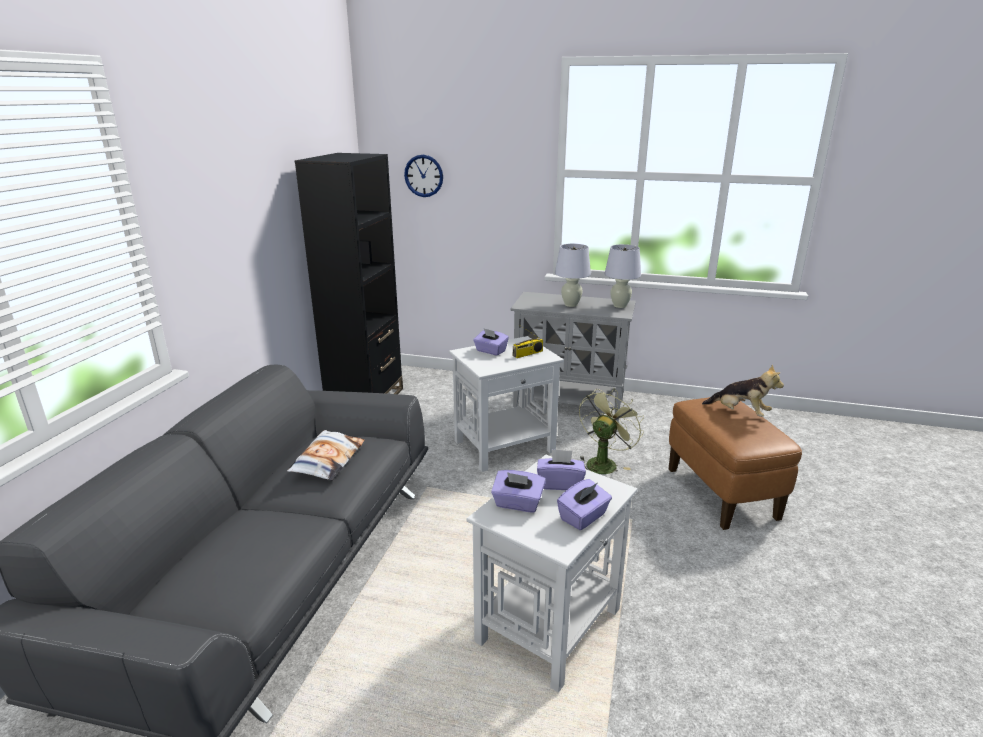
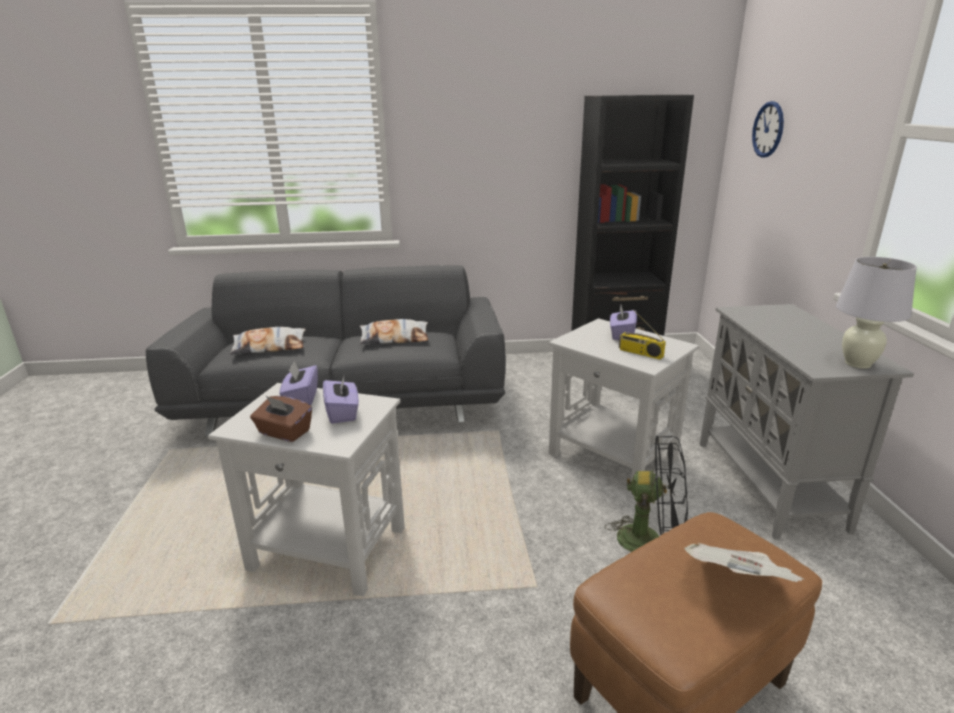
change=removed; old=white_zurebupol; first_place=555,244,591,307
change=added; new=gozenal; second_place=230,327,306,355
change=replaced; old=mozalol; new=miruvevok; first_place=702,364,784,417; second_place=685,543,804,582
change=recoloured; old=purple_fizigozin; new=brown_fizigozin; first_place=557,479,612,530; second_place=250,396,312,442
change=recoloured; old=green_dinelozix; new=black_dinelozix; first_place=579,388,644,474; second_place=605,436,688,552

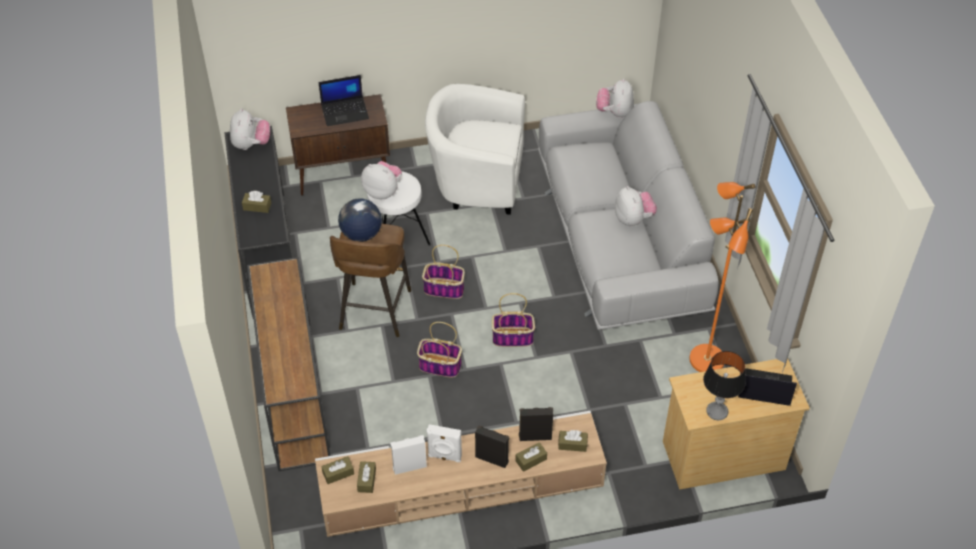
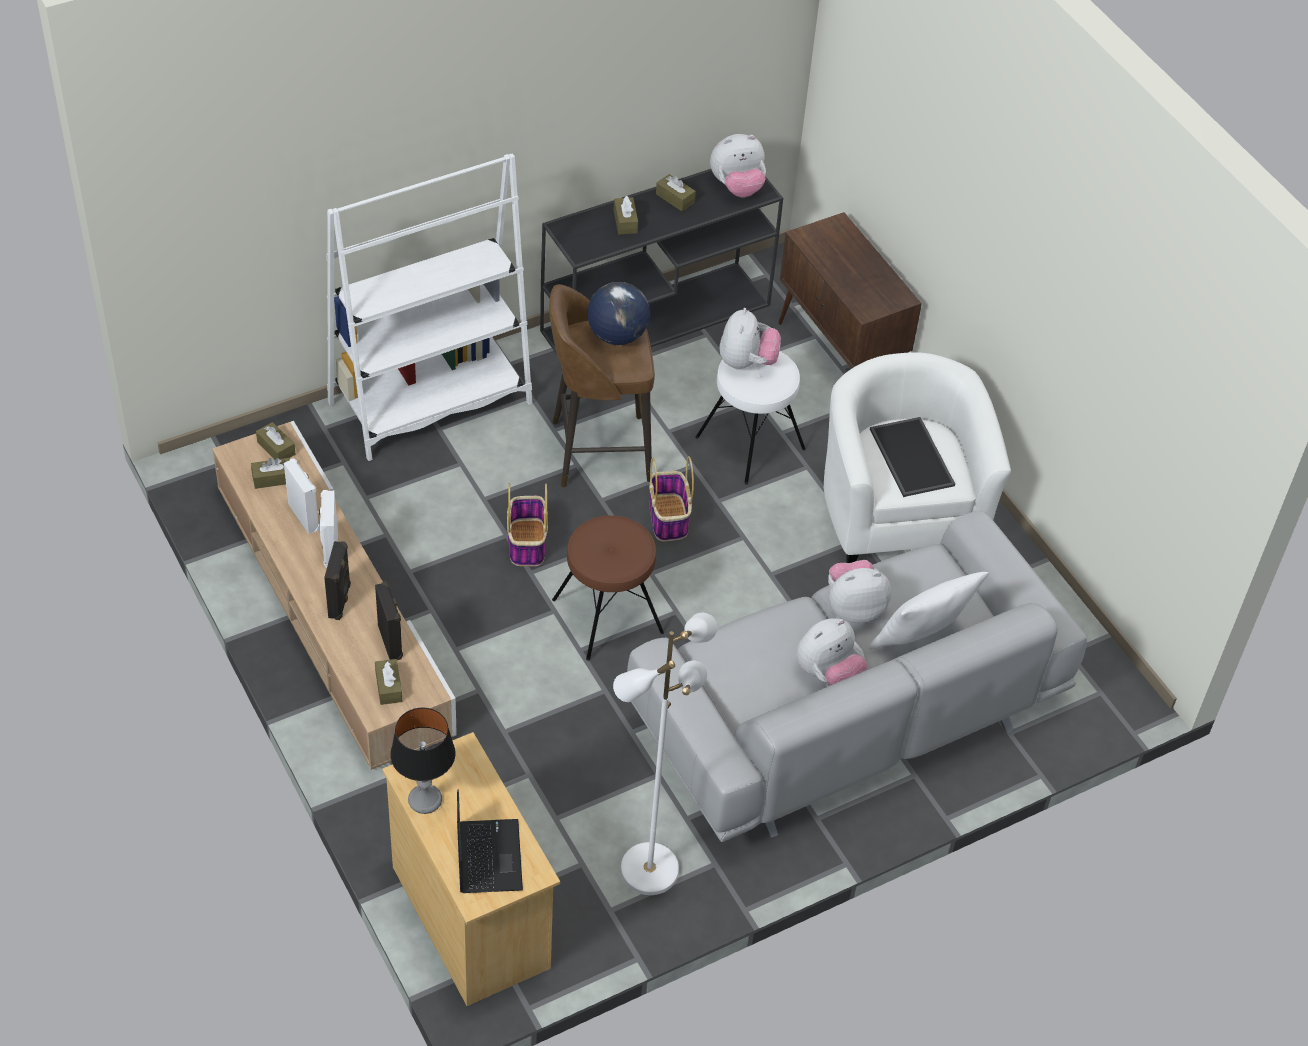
change=removed; old=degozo; first_place=318,75,369,126
change=added; new=white_gozenal; second_place=869,572,989,649
change=added; new=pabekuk; second_place=870,417,955,497
change=moved; old=brown_fizigozin; first_place=515,442,547,472; second_place=656,174,696,211
change=moved; old=mozalol; first_place=596,79,634,118; second_place=828,560,891,624
change=replaced; old=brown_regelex; new=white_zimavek; first_place=247,257,330,471; second_place=327,154,532,461
change=replaced; old=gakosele; new=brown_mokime; first_place=492,293,535,347; second_place=552,515,664,661
change=recoloured; old=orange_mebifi; new=white_mebifi; first_place=689,182,756,372; second_place=613,613,717,895

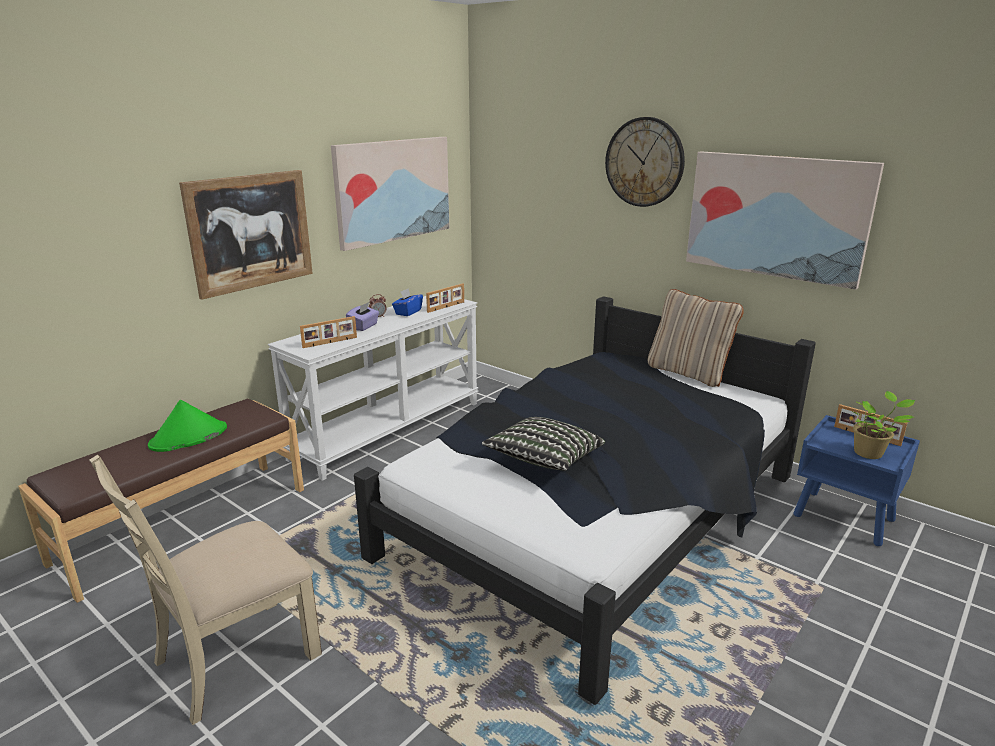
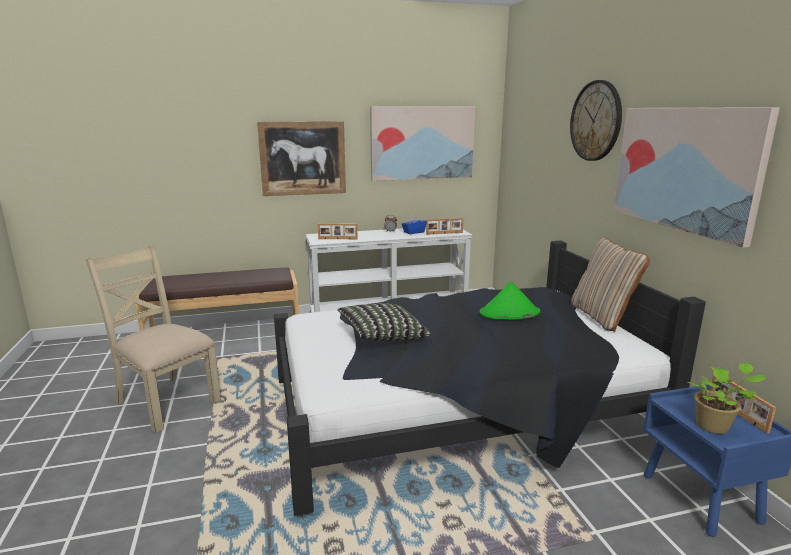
change=removed; old=purple_fizigozin; first_place=346,302,379,331
change=moved; old=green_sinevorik; first_place=148,400,227,452; second_place=480,281,540,319
change=turned; old=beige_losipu; first_place=89,455,322,725; second_place=86,245,221,433; degrees=45

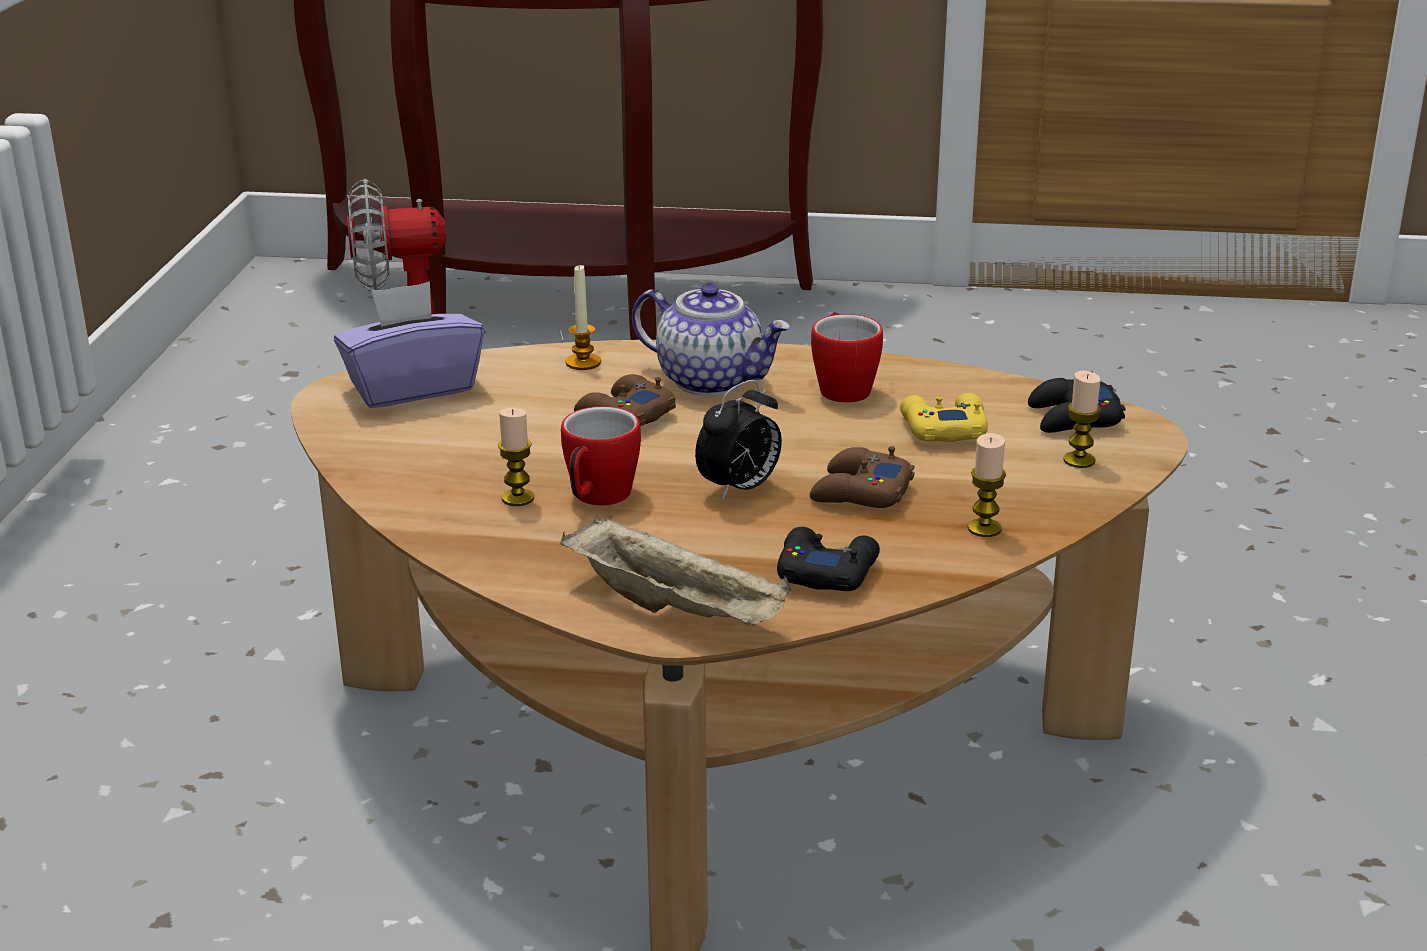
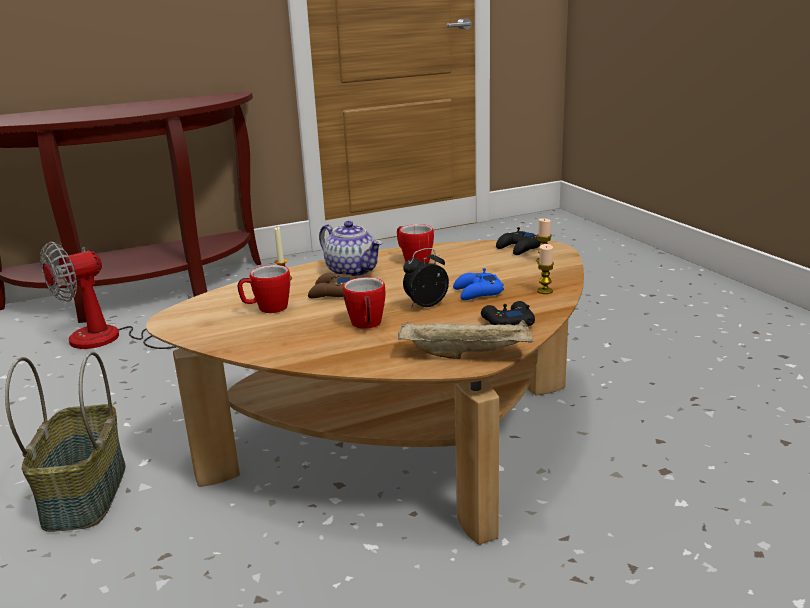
change=removed; old=purple_fizigozin; first_place=334,282,484,408
change=removed; old=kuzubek; first_place=498,408,534,506
change=removed; old=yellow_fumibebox; first_place=900,393,988,442
change=added; new=gakosele; second_place=5,352,126,532
change=added; new=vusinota; second_place=238,265,290,313
change=recoloured; old=brown_fumibebox; new=blue_fumibebox; first_place=810,446,915,508; second_place=453,268,504,300
change=turned; old=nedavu; first_place=632,283,791,396; second_place=319,221,382,277; degrees=45
change=turned; old=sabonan; first_place=695,380,782,501; second_place=403,248,449,308; degrees=-135

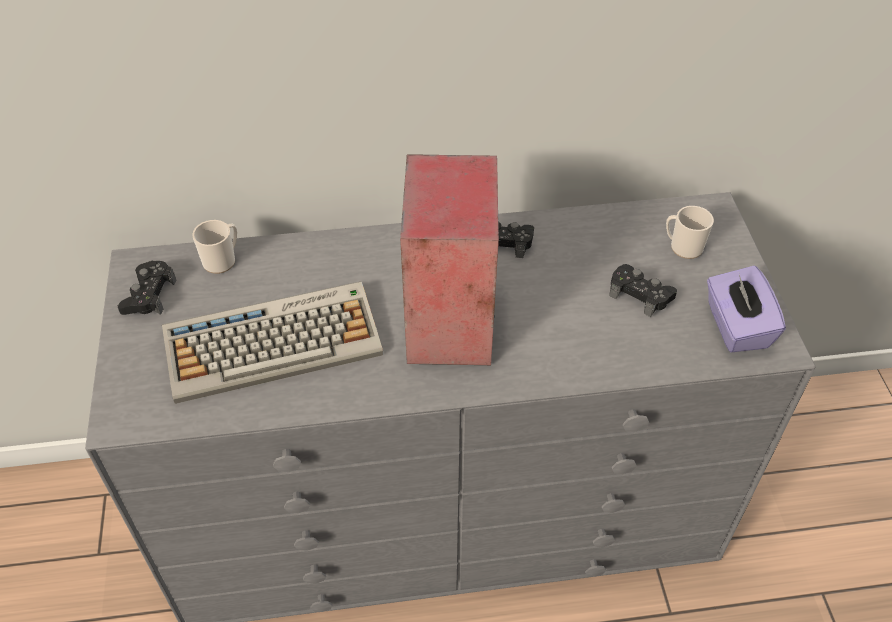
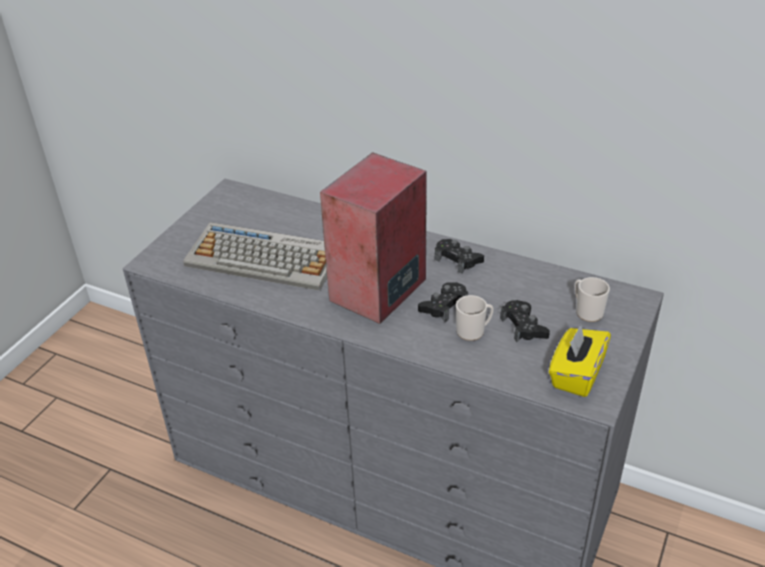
change=moved; old=black_fumibebox; first_place=117,261,176,315; second_place=418,282,468,322
change=moved; old=vusinota; first_place=192,220,237,274; second_place=456,295,494,341
change=recoloured; old=purple_fizigozin; new=yellow_fizigozin; first_place=707,265,786,352; second_place=549,325,611,397

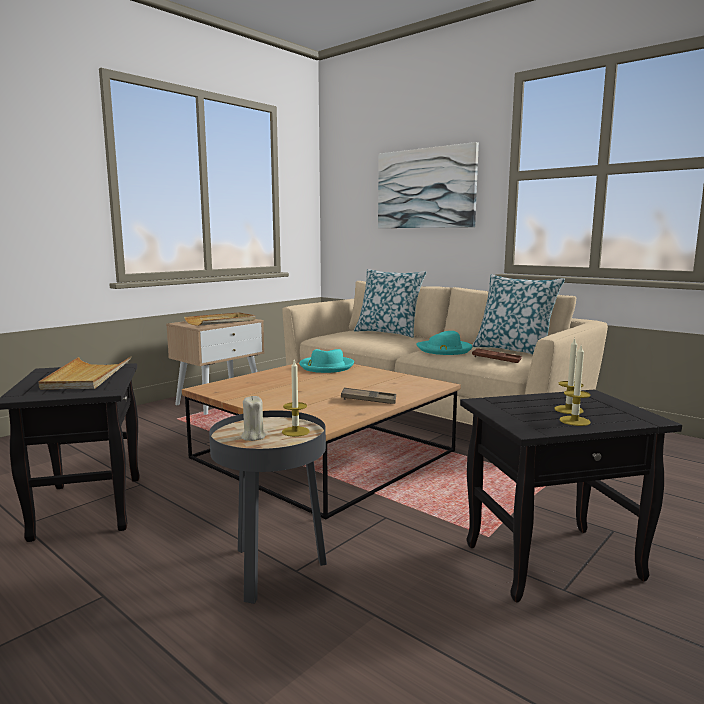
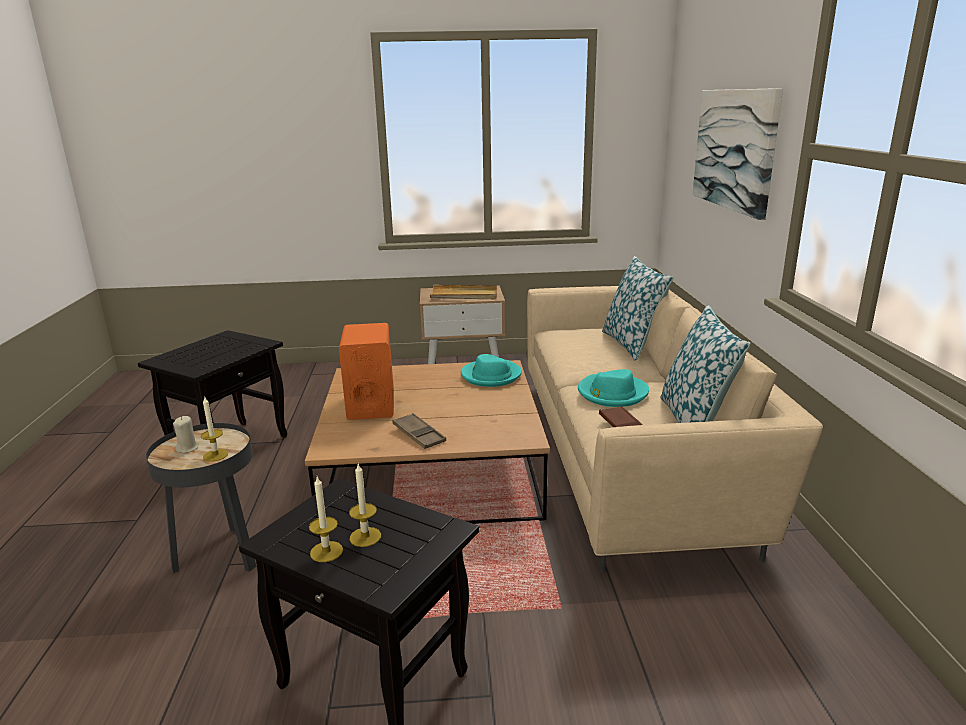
change=removed; old=beige_pabekuk; first_place=38,356,132,390
change=added; new=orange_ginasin; second_place=339,323,394,420

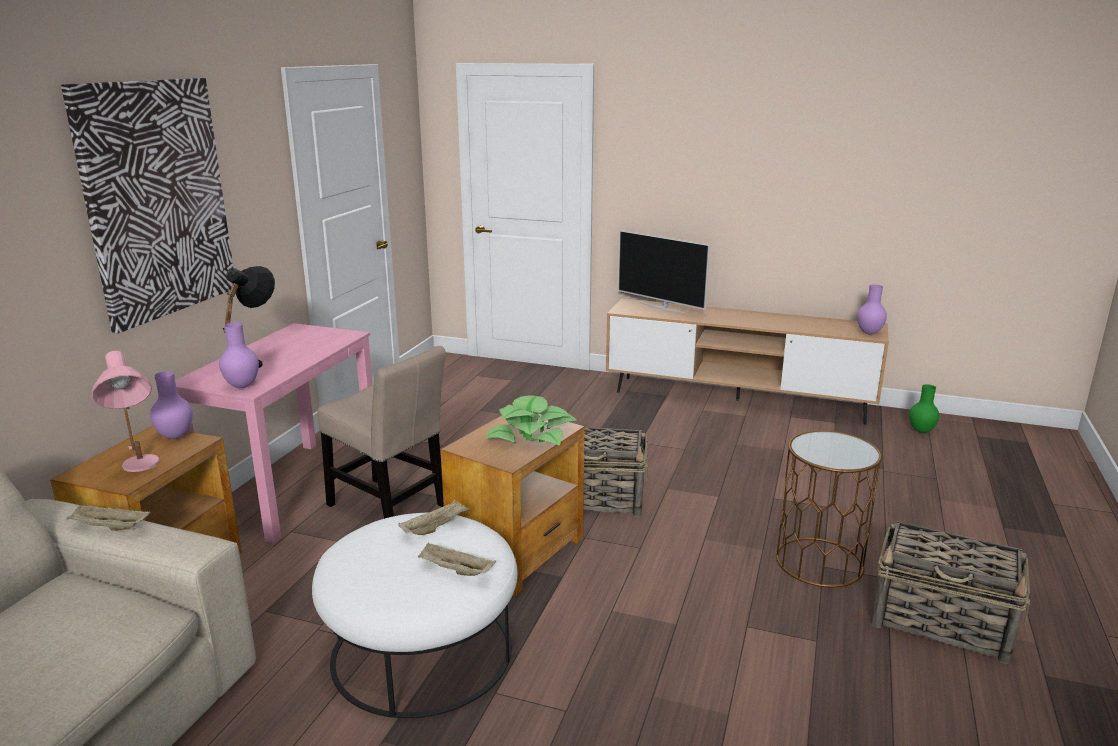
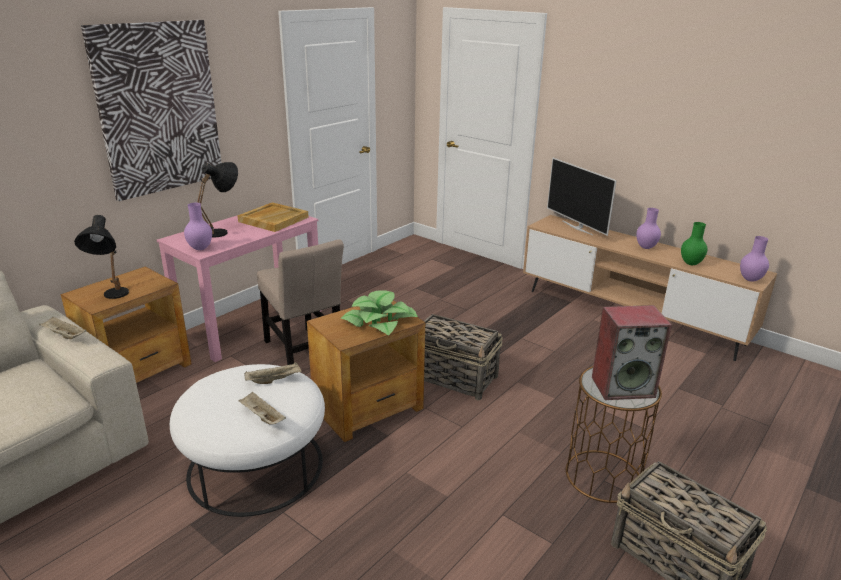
change=added; new=beige_pabekuk; second_place=237,202,309,232
change=added; new=ginasin; second_place=592,305,672,400
change=moved; old=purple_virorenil; first_place=150,371,193,439; second_place=636,208,661,249
change=moved; old=green_virorenil; first_place=909,384,939,433; second_place=681,222,708,265
change=recoloured; old=pink_zurebupol; new=black_zurebupol; first_place=91,351,159,472; second_place=74,215,129,299

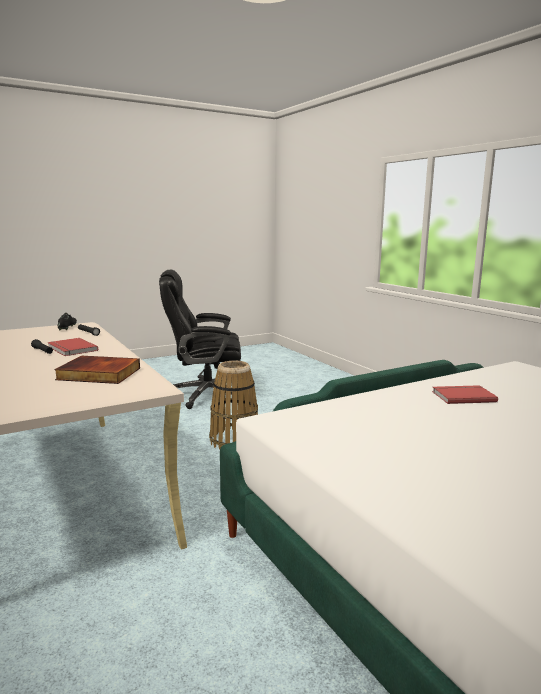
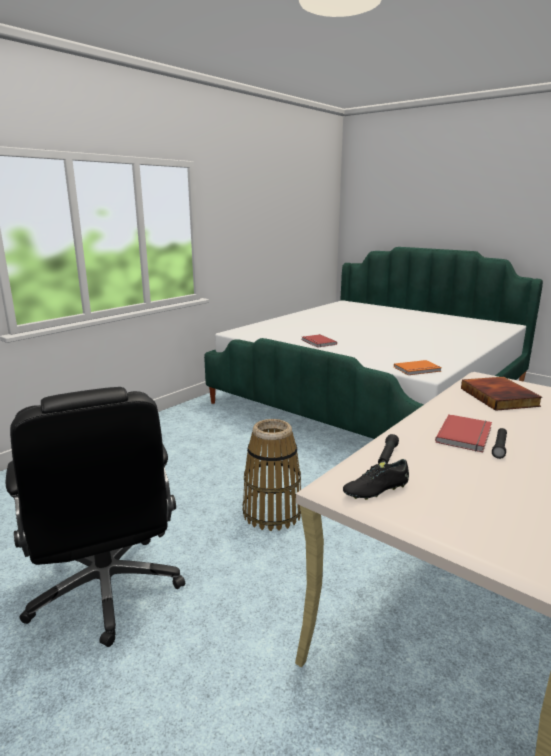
change=added; new=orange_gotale; second_place=394,360,442,375

